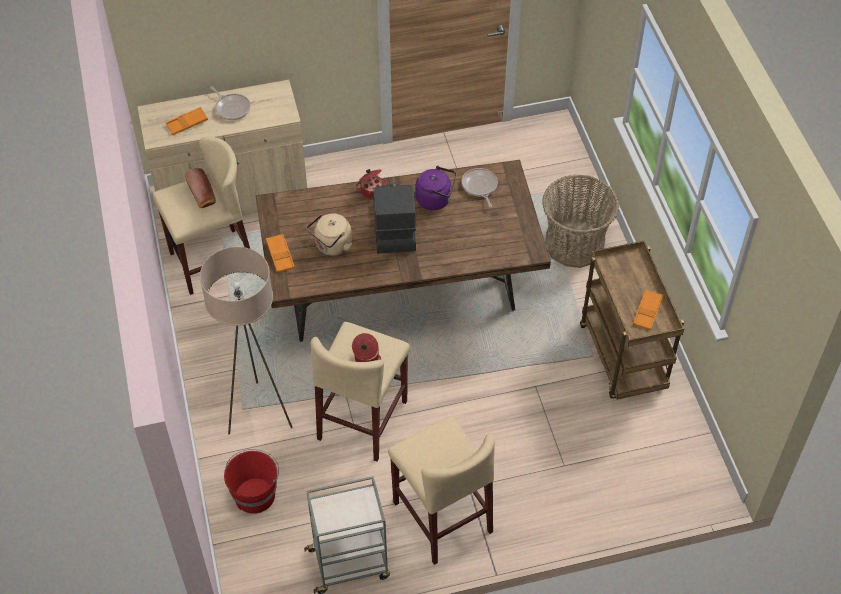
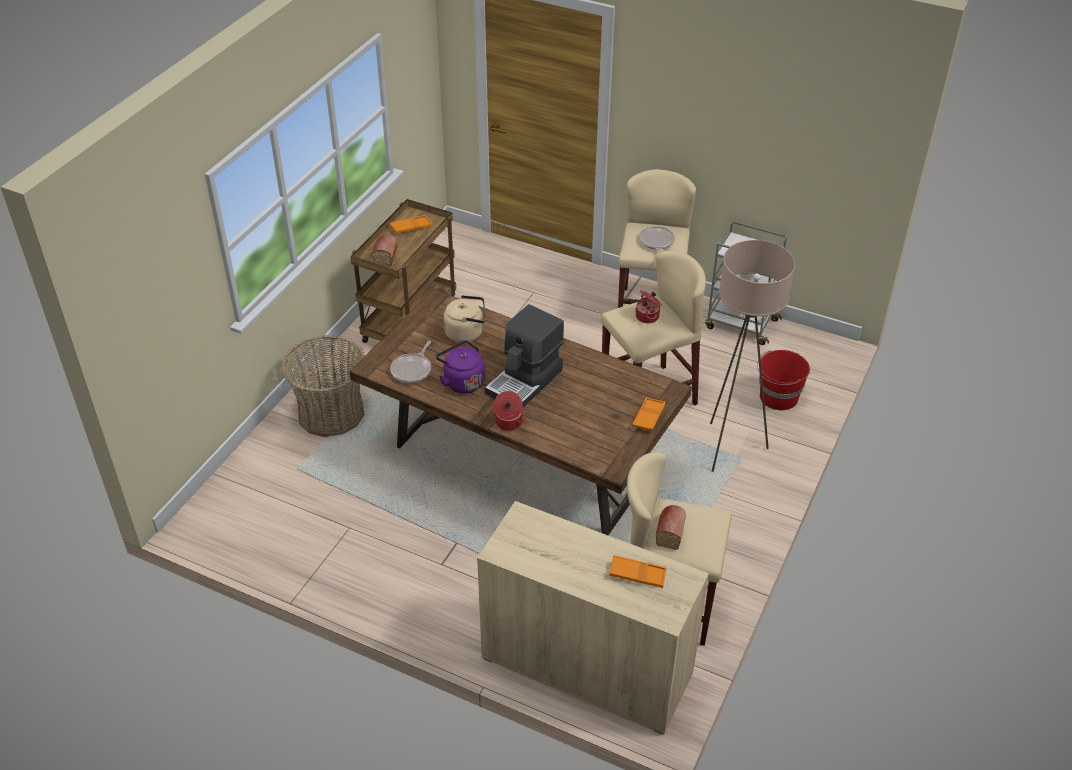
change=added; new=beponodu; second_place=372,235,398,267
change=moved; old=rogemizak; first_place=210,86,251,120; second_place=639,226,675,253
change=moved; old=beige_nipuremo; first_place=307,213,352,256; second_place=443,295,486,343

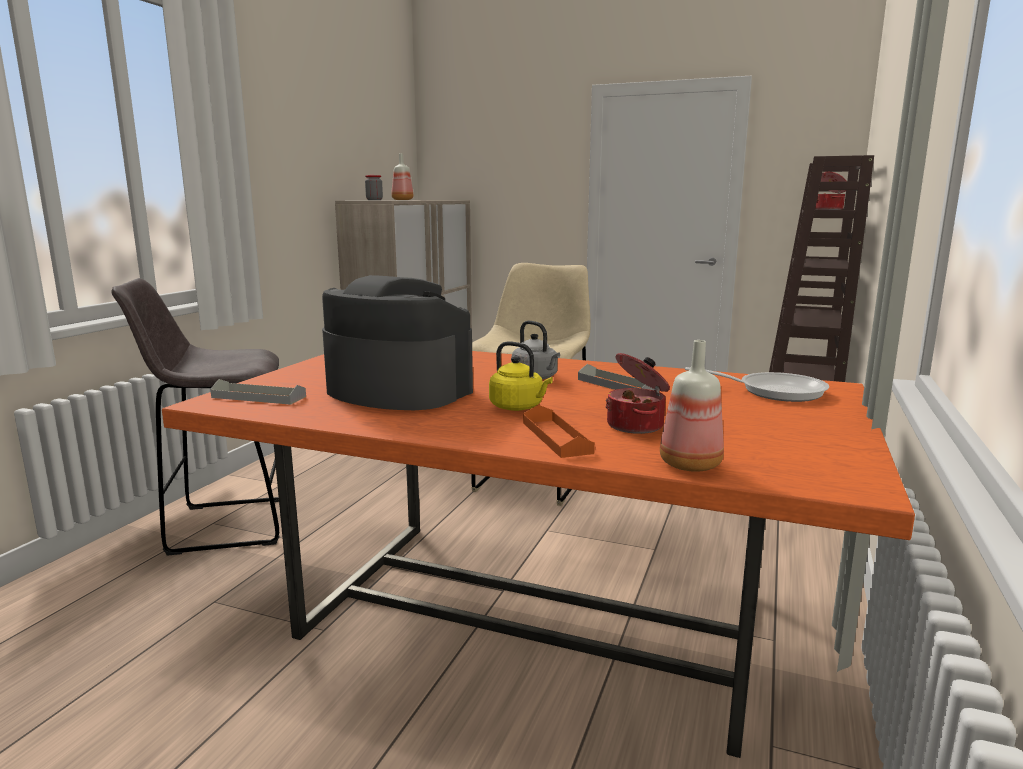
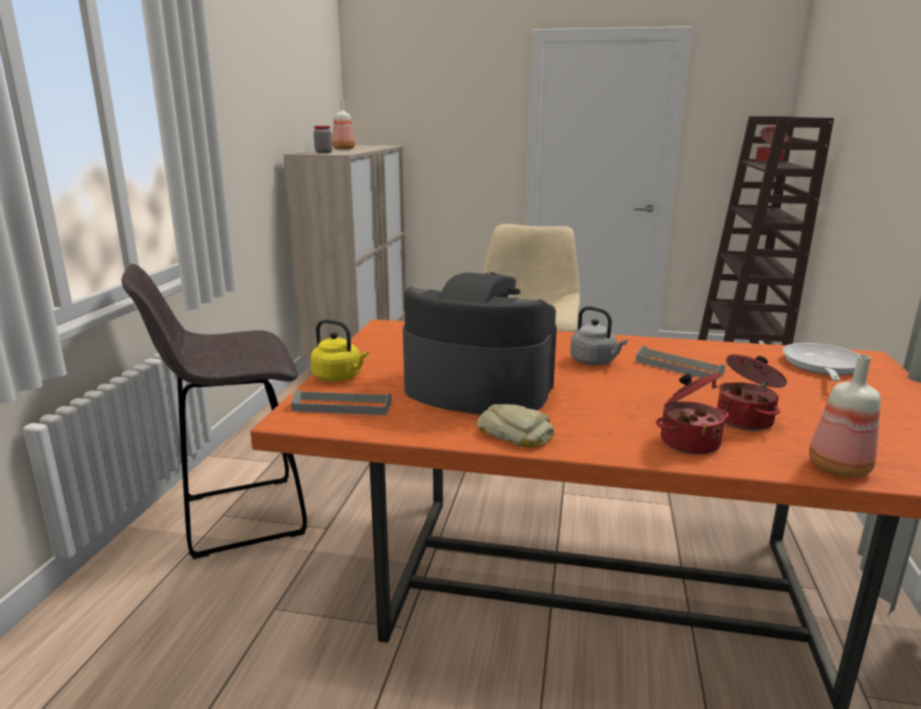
change=added; new=beponodu; second_place=477,404,554,448
change=moved; old=yellow_nipuremo; first_place=489,341,553,411; second_place=311,319,368,382
change=replaced; old=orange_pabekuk; new=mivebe; first_place=523,405,595,458; second_place=656,372,729,455
change=turned; old=rogemizak; first_place=685,367,829,402; second_place=782,343,860,381; degrees=-75

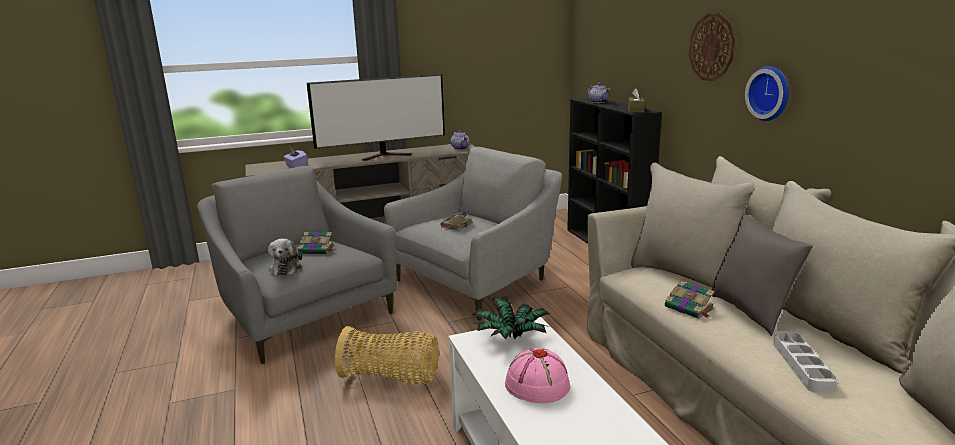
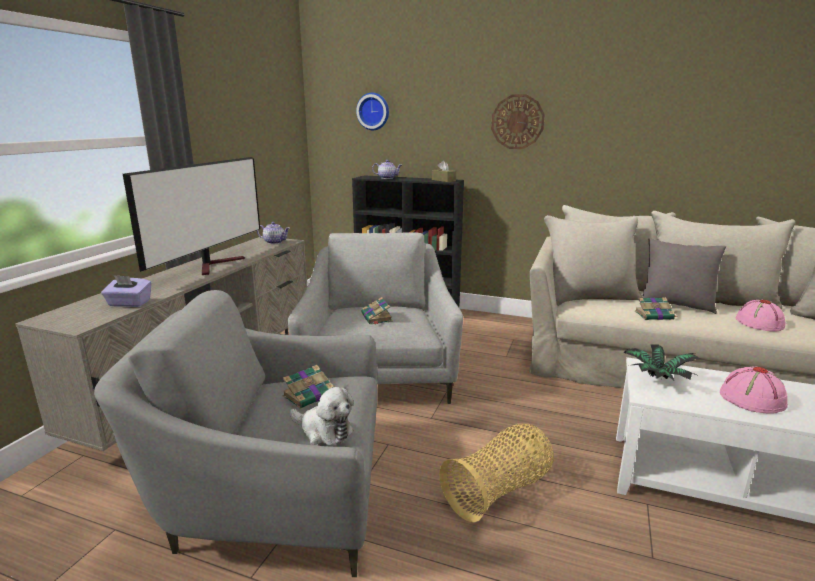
change=moved; old=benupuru; first_place=745,66,789,121; second_place=356,93,389,130
change=replaced; old=grey_pabekuk; new=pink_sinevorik; first_place=773,331,837,393; second_place=736,300,785,332

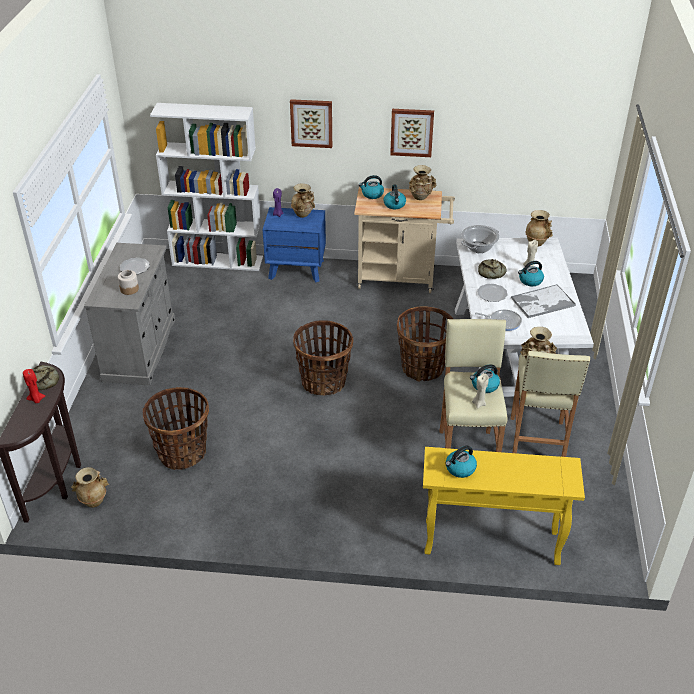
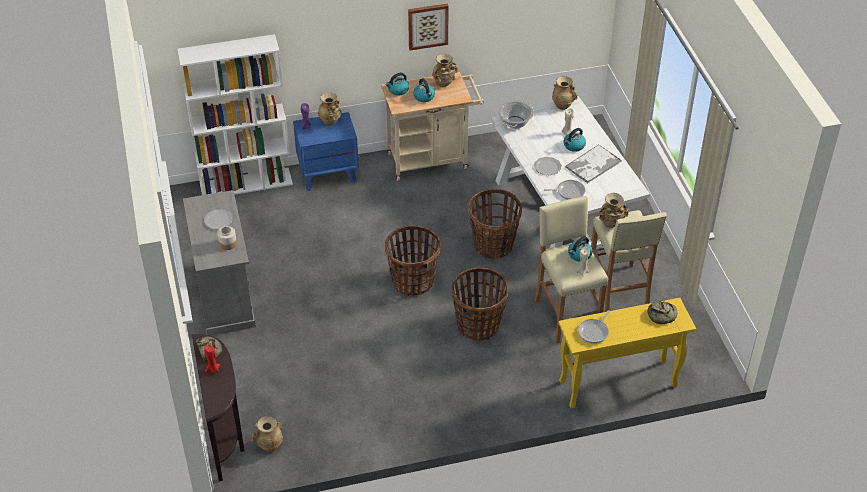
change=removed; old=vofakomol; first_place=290,99,332,148
change=moved; old=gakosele; first_place=143,387,209,470; second_place=452,268,508,341
change=moved; old=beponodu; first_place=478,259,507,279; second_place=648,301,677,324
change=replaced; old=nipuremo; new=rogemizak; first_place=445,446,477,478; second_place=578,310,610,344

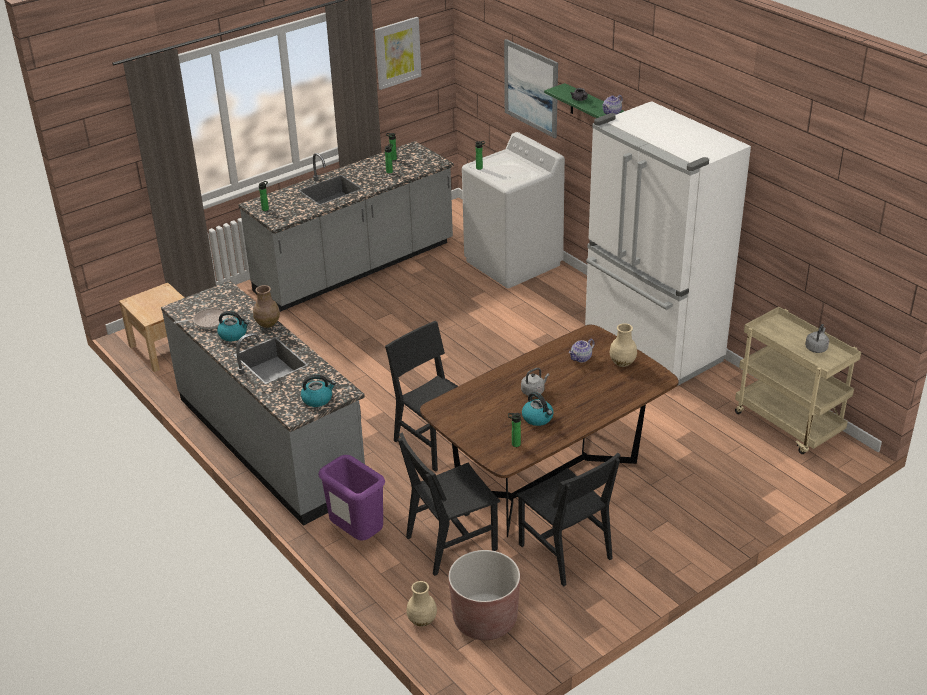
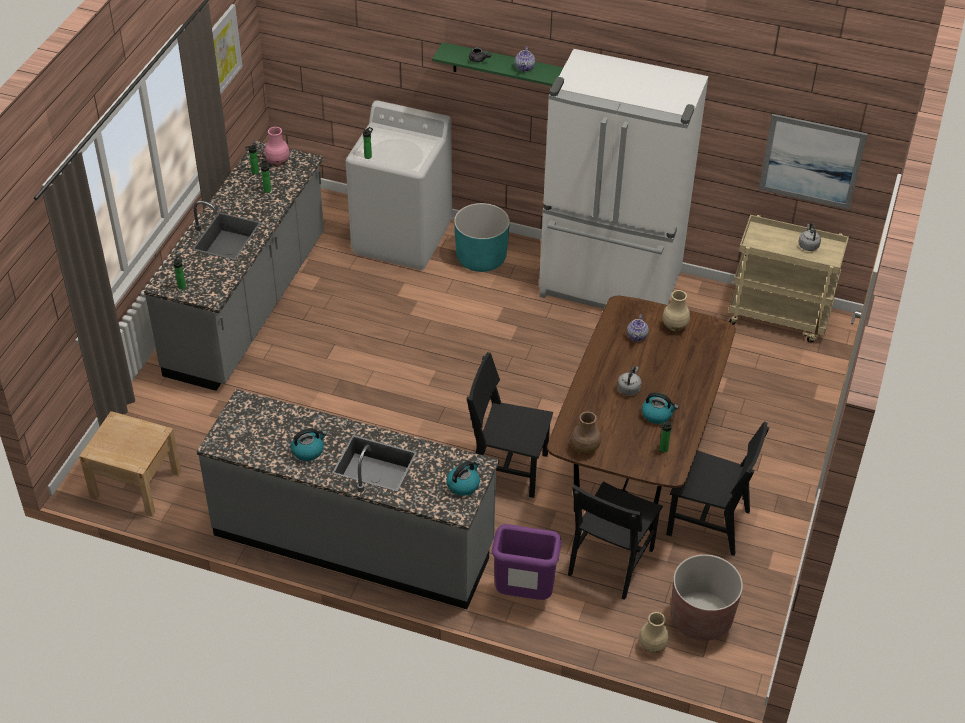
change=removed; old=rogemizak; first_place=174,308,228,329
change=added; new=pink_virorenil; second_place=265,127,290,166
change=added; new=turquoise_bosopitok; second_place=454,203,510,272
change=moved; old=brown_virorenil; first_place=253,285,280,328; second_place=571,411,601,454
change=moved; old=vofakomol; first_place=504,39,558,138; second_place=759,114,867,210

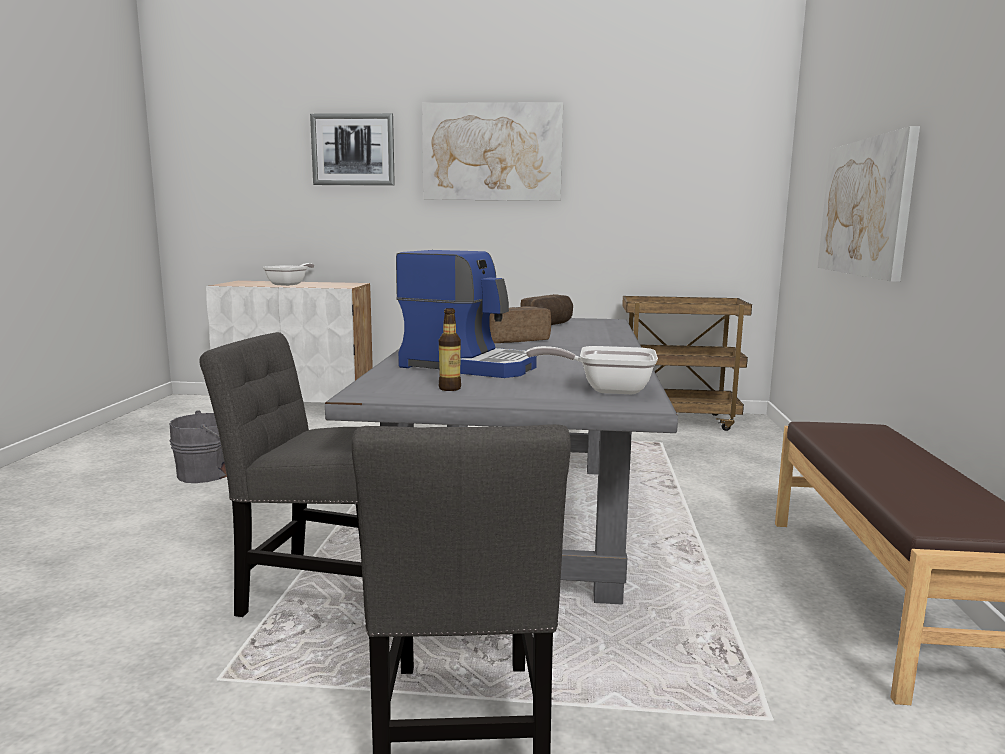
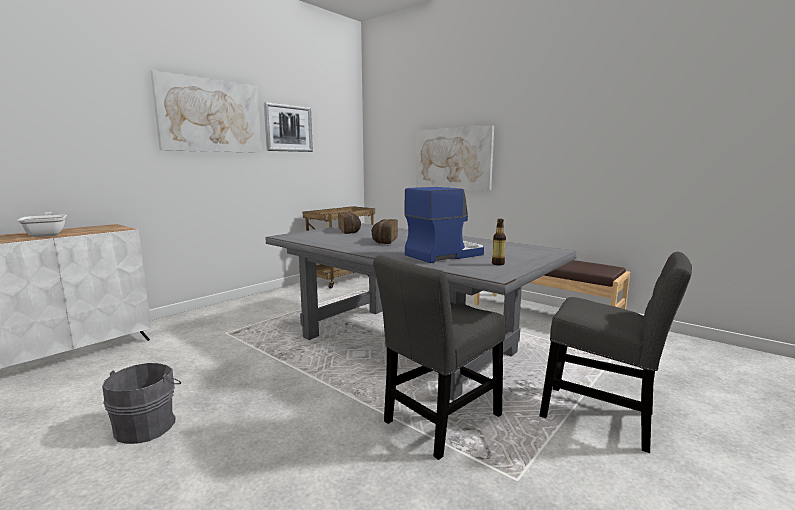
change=removed; old=rogemizak; first_place=526,346,658,394
change=moved; old=vofakomol; first_place=310,113,395,186; second_place=264,102,313,152

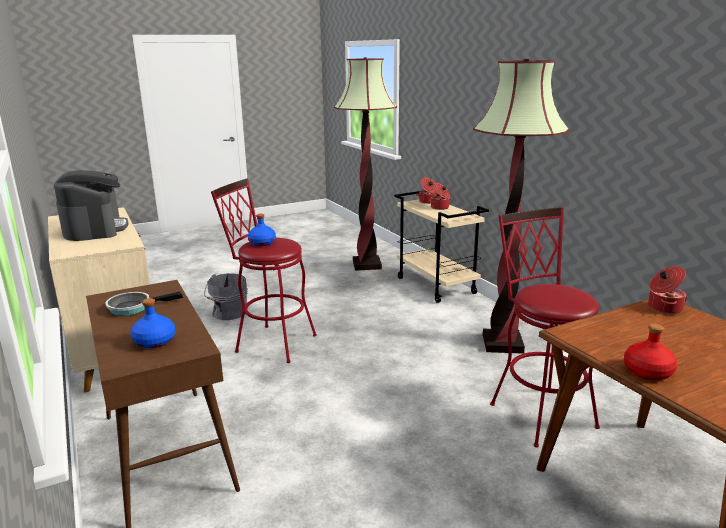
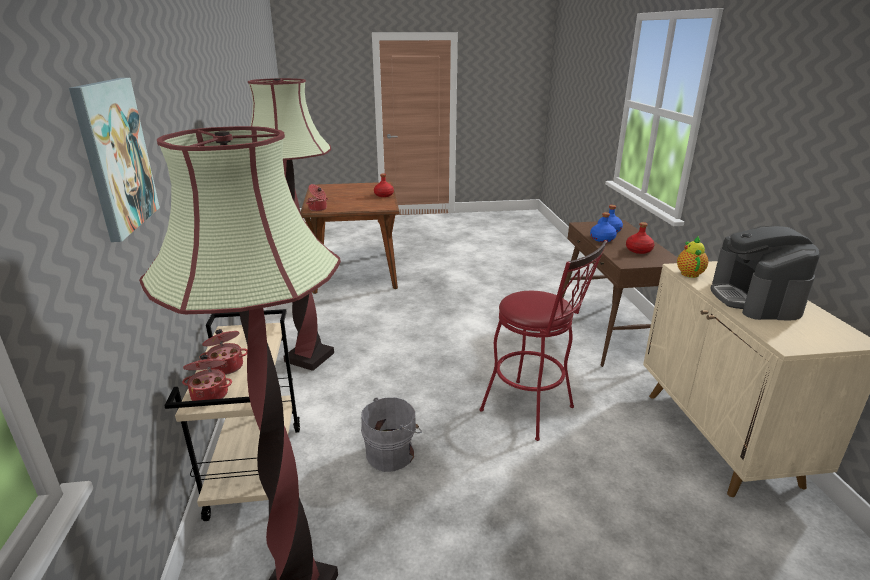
change=removed; old=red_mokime; first_place=490,207,600,447
change=added; new=vofakomol; second_place=69,78,160,242
change=added; new=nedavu; second_place=677,236,708,278
change=moved; old=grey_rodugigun; first_place=204,273,247,320; second_place=361,397,422,472
change=moved; old=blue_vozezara; first_place=248,214,276,246; second_place=590,212,617,242
change=replaced; old=rogemizak; new=red_vozezara; first_place=105,291,183,316; second_place=626,222,654,254

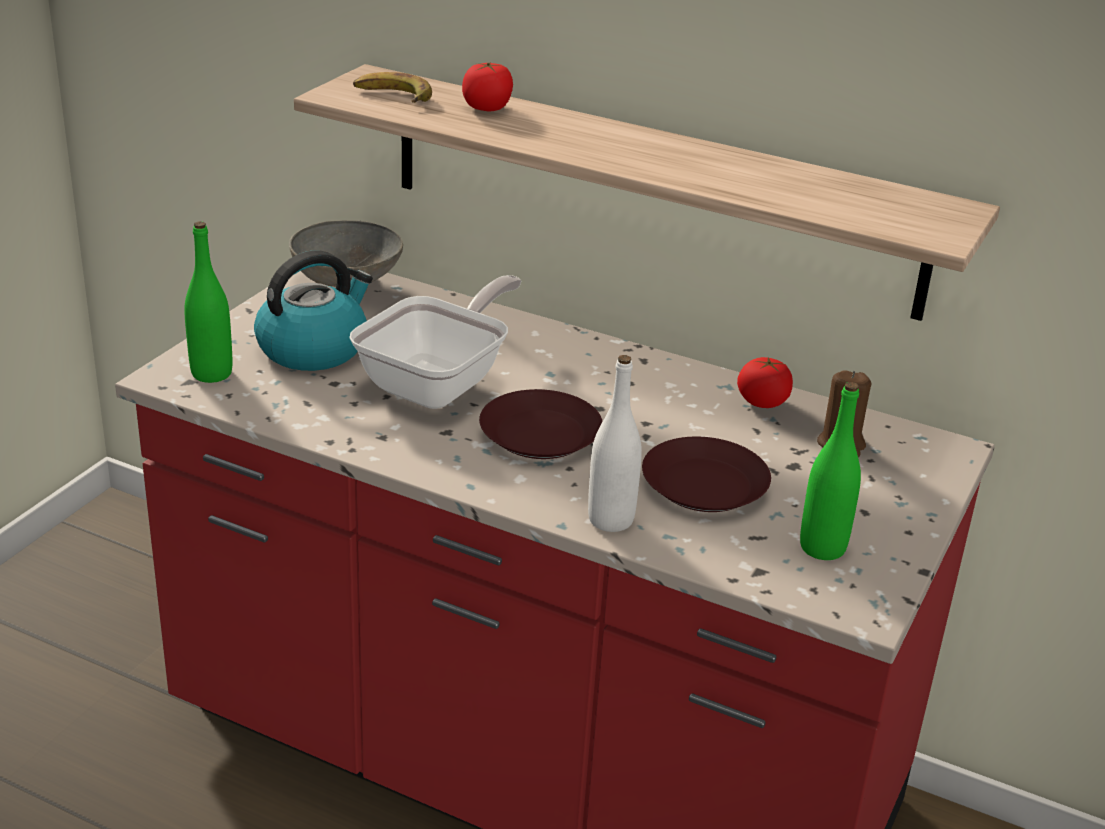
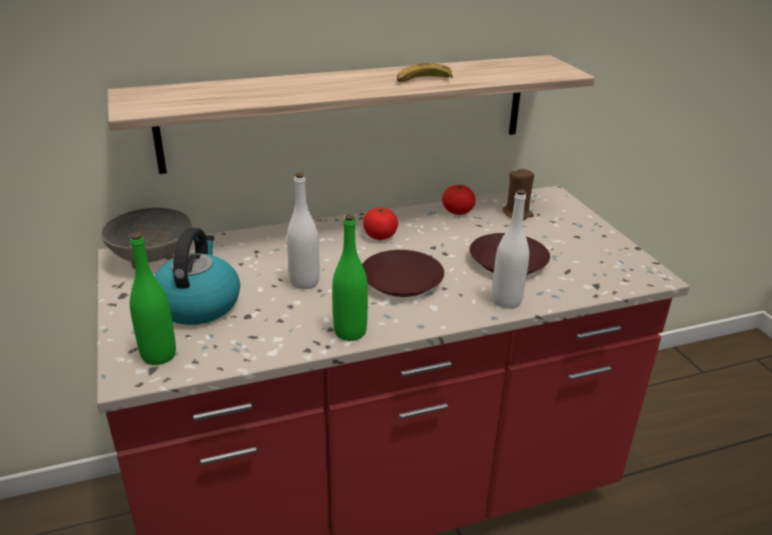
change=moved; old=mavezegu; first_place=353,72,432,103; second_place=397,63,453,82
change=moved; old=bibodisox; first_place=462,62,513,111; second_place=363,207,398,240
change=moved; old=green_vozezara; first_place=800,382,861,560; second_place=332,214,368,341
change=replaced; old=rogemizak; new=white_vozezara; first_place=349,275,522,409; second_place=287,173,320,289

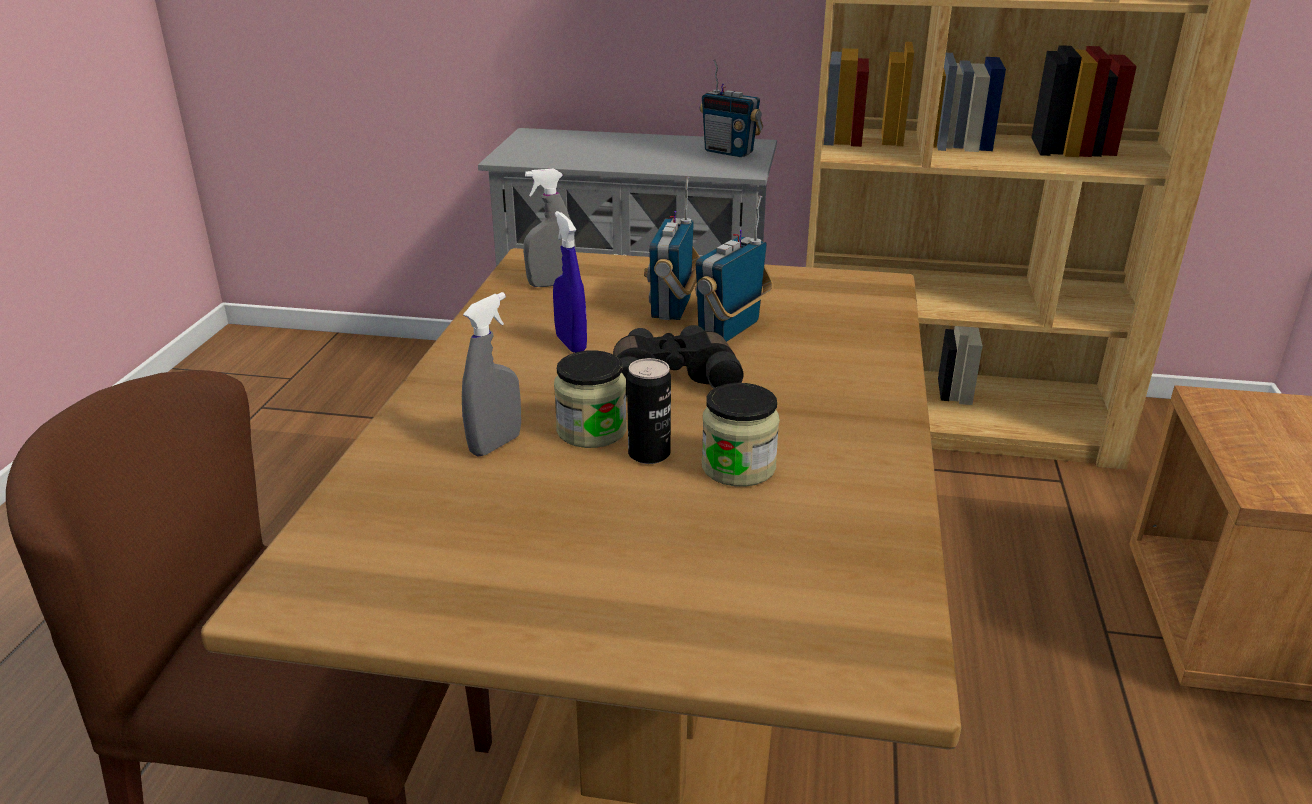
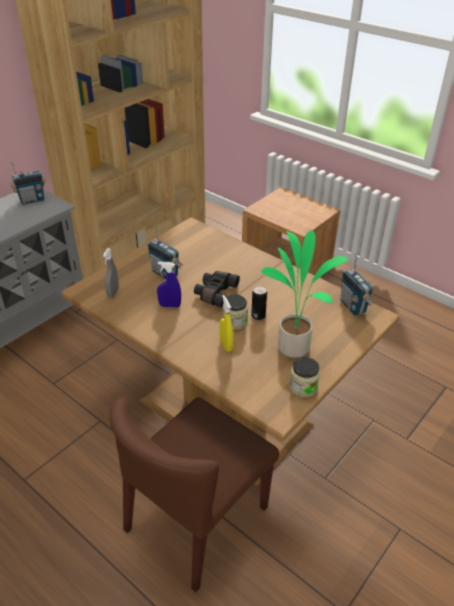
change=added; new=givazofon; second_place=261,230,348,358
change=moved; old=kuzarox; first_place=695,195,774,342; second_place=340,254,374,316
change=moved; old=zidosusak; first_place=702,383,779,487; second_place=289,357,320,397
change=recoloured; old=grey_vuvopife; new=yellow_vuvopife; first_place=462,292,521,457; second_place=220,295,234,352

